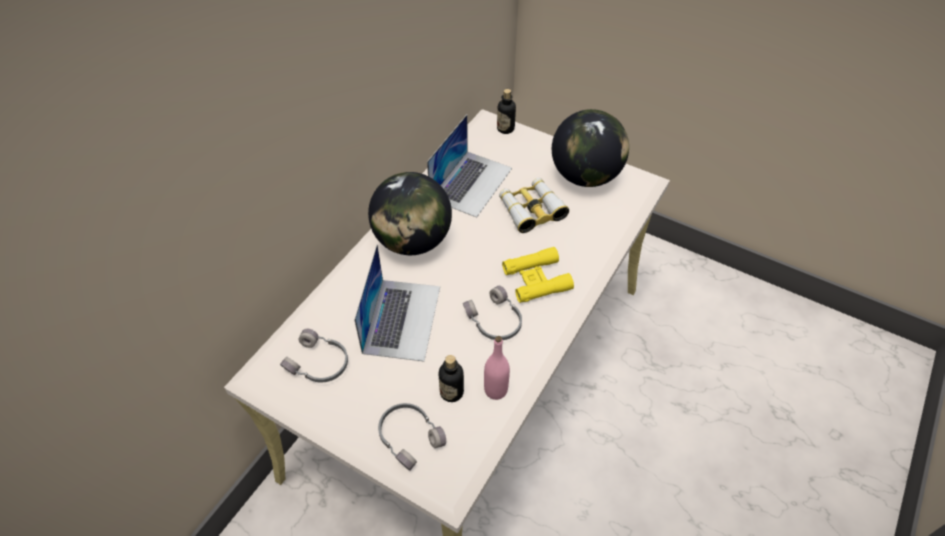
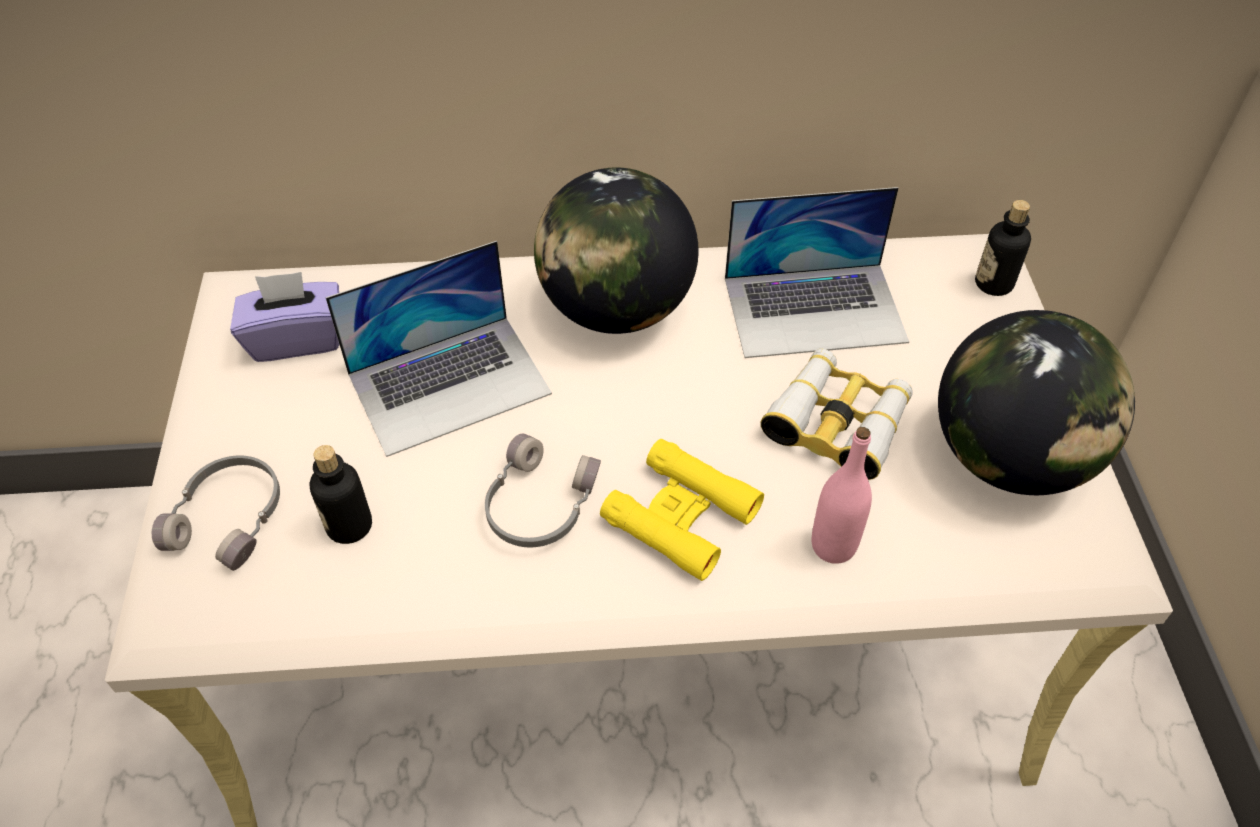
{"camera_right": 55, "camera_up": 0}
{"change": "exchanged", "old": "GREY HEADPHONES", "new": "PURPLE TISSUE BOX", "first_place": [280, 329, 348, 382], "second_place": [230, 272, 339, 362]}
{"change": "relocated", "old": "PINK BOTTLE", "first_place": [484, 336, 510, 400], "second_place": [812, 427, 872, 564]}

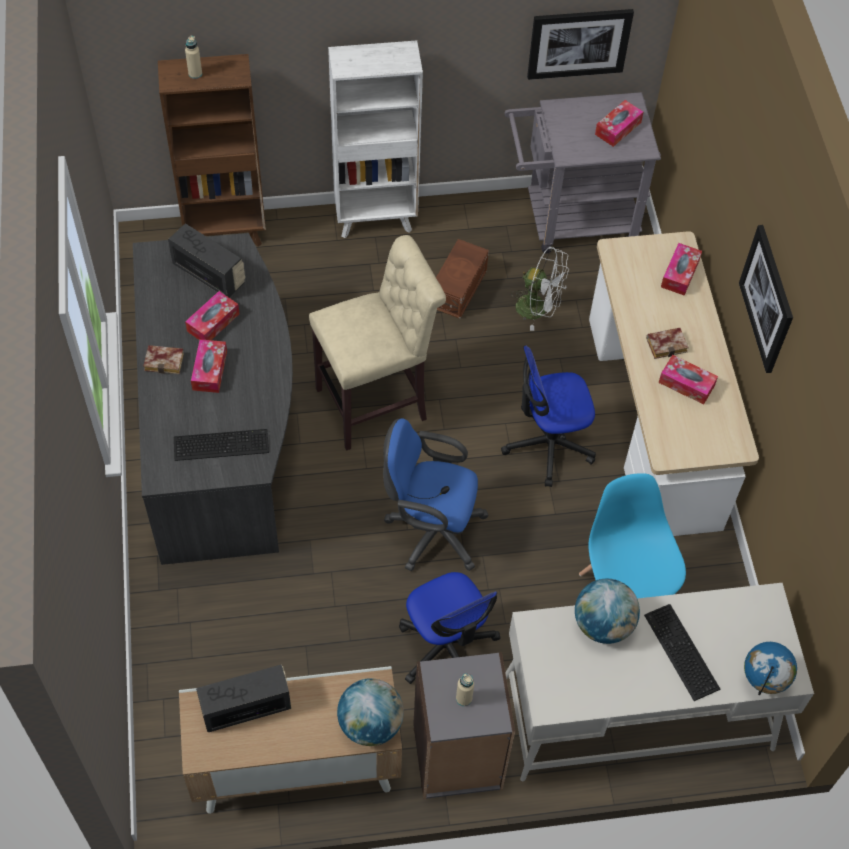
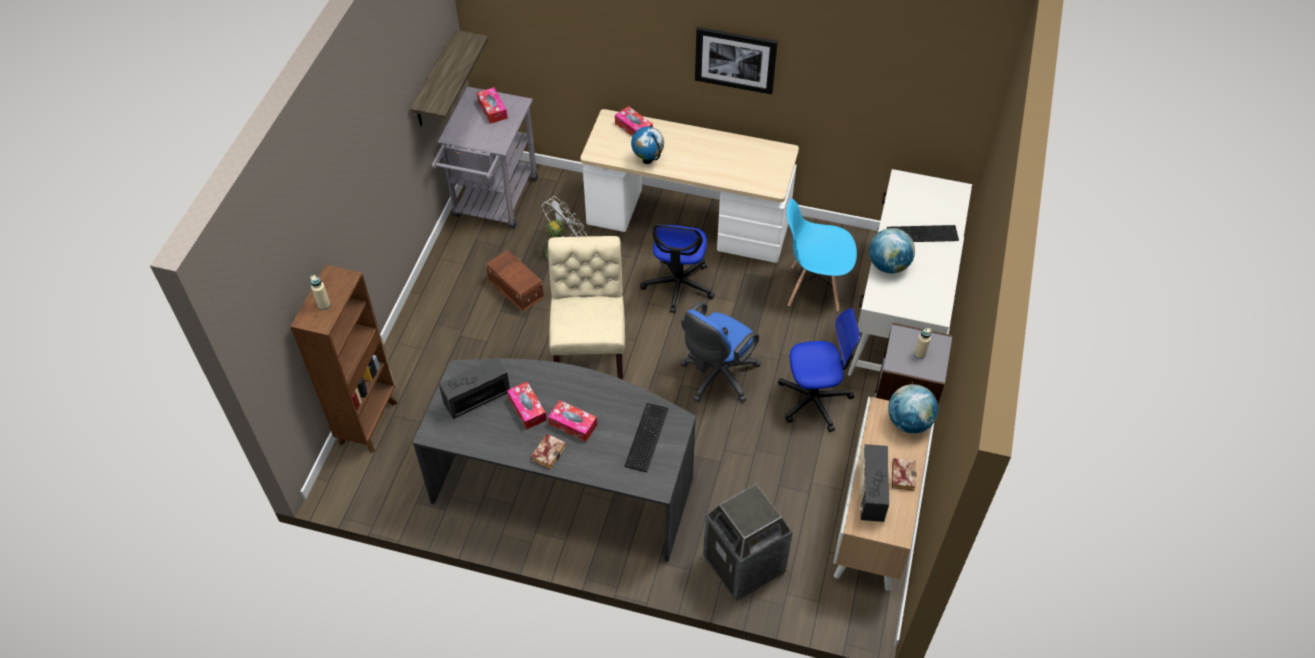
{"camera_right": -65, "camera_up": -5}
{"change": "exchanged", "old": "PICTURE", "new": "SHELF", "first_place": [527, 9, 634, 80], "second_place": [410, 30, 489, 126]}
{"change": "relocated", "old": "GLOBE", "first_place": [744, 642, 797, 695], "second_place": [631, 126, 664, 164]}
{"change": "appeared", "new": "TRASH CAN", "second_place": [703, 484, 793, 601]}
{"change": "relocated", "old": "BOOK", "first_place": [646, 328, 689, 359], "second_place": [892, 458, 917, 491]}
{"change": "missing", "old": "WHITE BOOKCASE", "first_place": [328, 40, 423, 238]}
{"change": "missing", "old": "TISSUE BOX", "first_place": [658, 355, 718, 404]}

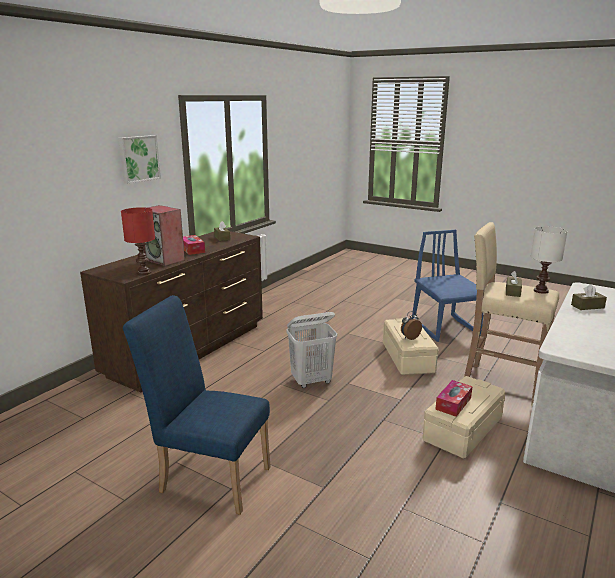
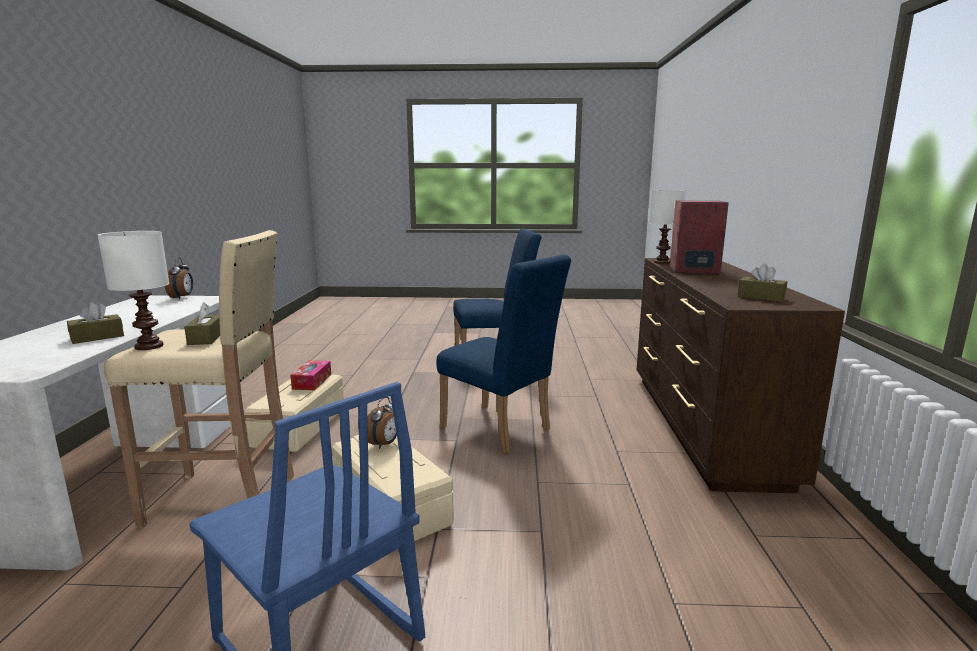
{"camera_right": 150, "camera_up": -5}
{"change": "appeared", "new": "ALARM CLOCK", "second_place": [165, 257, 193, 299]}
{"change": "exchanged", "old": "WHITE LAUNDRY BASKET", "new": "BLUE CHAIR", "first_place": [286, 312, 337, 388], "second_place": [437, 255, 571, 454]}
{"change": "colour", "old": "RED TABLE LAMP", "new": "WHITE TABLE LAMP", "first_place": [121, 207, 155, 275], "second_place": [649, 190, 686, 264]}
{"change": "missing", "old": "PICTURE", "first_place": [119, 135, 161, 184]}
{"change": "missing", "old": "TISSUE BOX", "first_place": [183, 235, 205, 255]}

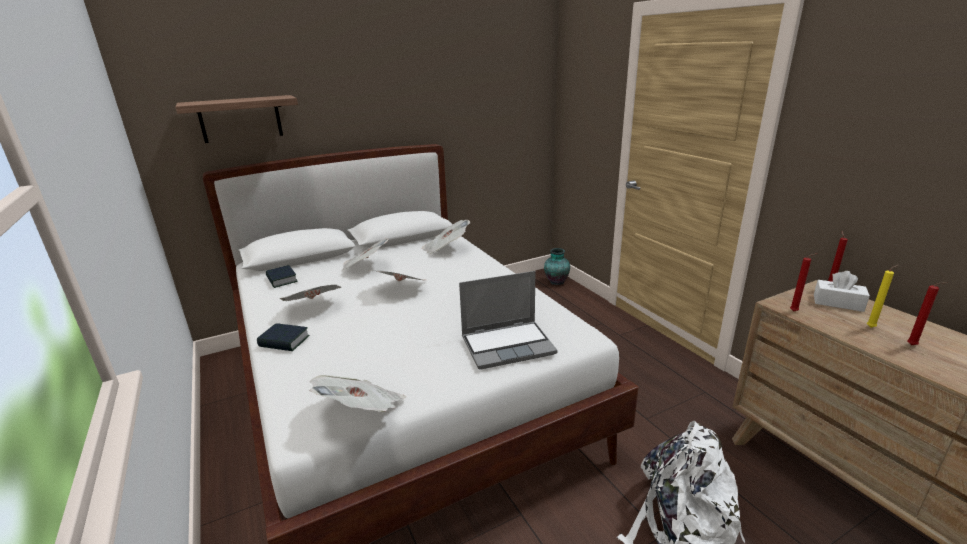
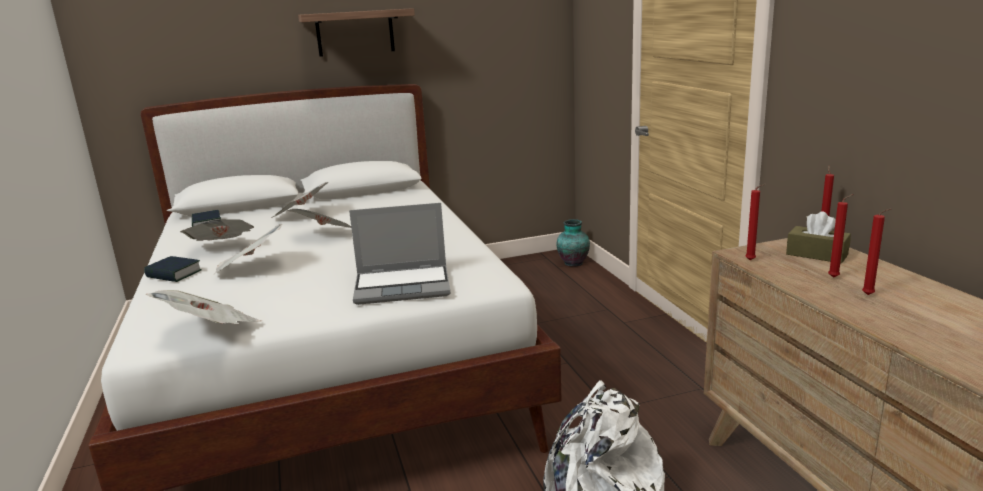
{"camera_right": 10, "camera_up": -5}
{"change": "relocated", "old": "NEWSPAPER", "first_place": [422, 220, 470, 254], "second_place": [215, 224, 282, 274]}
{"change": "relocated", "old": "SHELF", "first_place": [175, 95, 298, 143], "second_place": [298, 8, 415, 57]}
{"change": "colour", "old": "WHITE TISSUE BOX", "new": "BROWN TISSUE BOX", "first_place": [814, 271, 870, 312], "second_place": [786, 211, 851, 263]}
{"change": "colour", "old": "YELLOW CANDLE", "new": "RED CANDLE", "first_place": [867, 265, 898, 328], "second_place": [828, 194, 854, 278]}

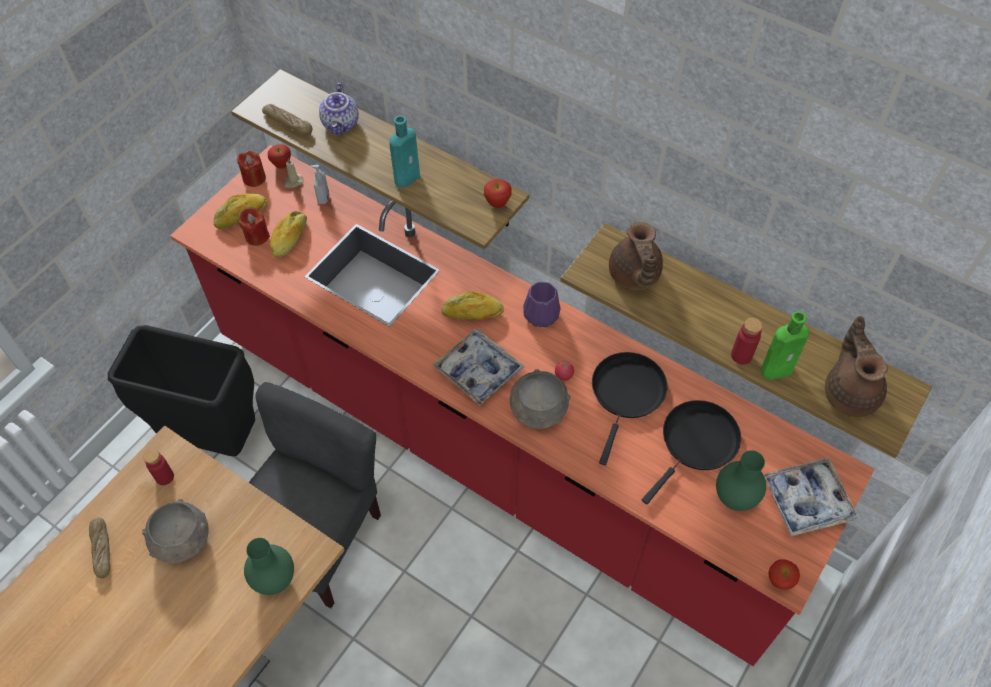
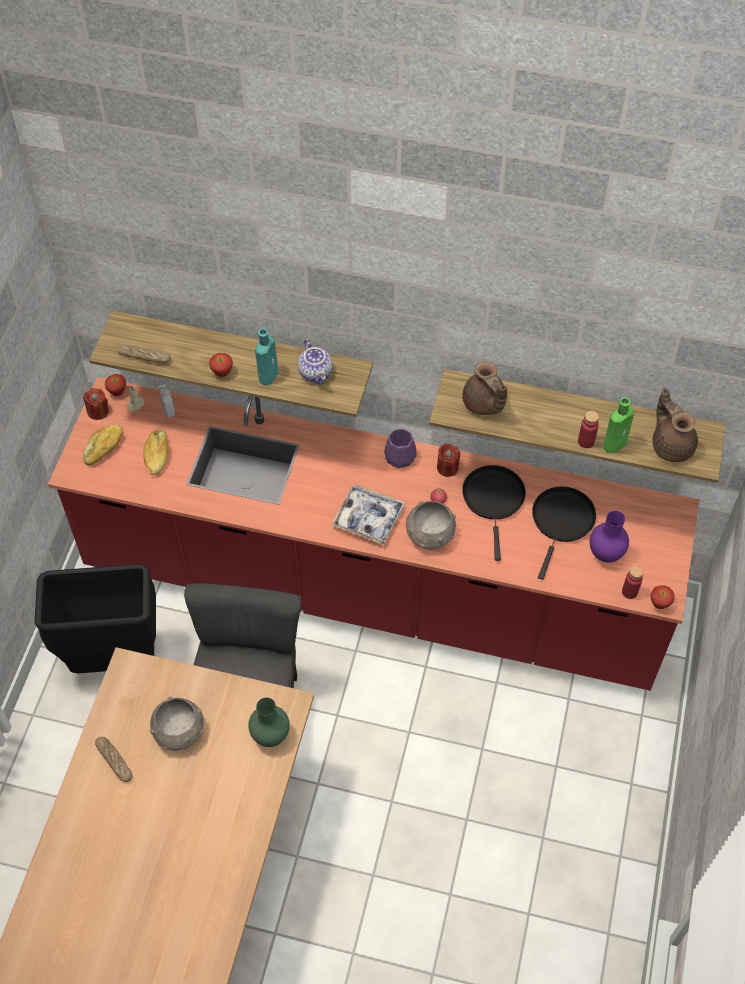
{"camera_right": -20, "camera_up": 0}
{"change": "relocated", "old": "APPLE", "first_place": [484, 179, 512, 208], "second_place": [209, 353, 233, 377]}
{"change": "relocated", "old": "TEAPOT", "first_place": [319, 83, 359, 135], "second_place": [298, 339, 333, 385]}
{"change": "relocated", "old": "RED CANDLE", "first_place": [238, 207, 270, 246], "second_place": [437, 443, 460, 477]}
{"change": "colour", "old": "GREEN VASE", "new": "PURPLE VASE", "first_place": [716, 450, 766, 511], "second_place": [590, 511, 629, 563]}
{"change": "relocated", "old": "RED BOTTLE", "first_place": [143, 449, 174, 485], "second_place": [622, 566, 643, 599]}
{"change": "missing", "old": "BREAD", "first_place": [442, 291, 504, 320]}
{"change": "missing", "old": "TRAY", "first_place": [763, 458, 858, 536]}

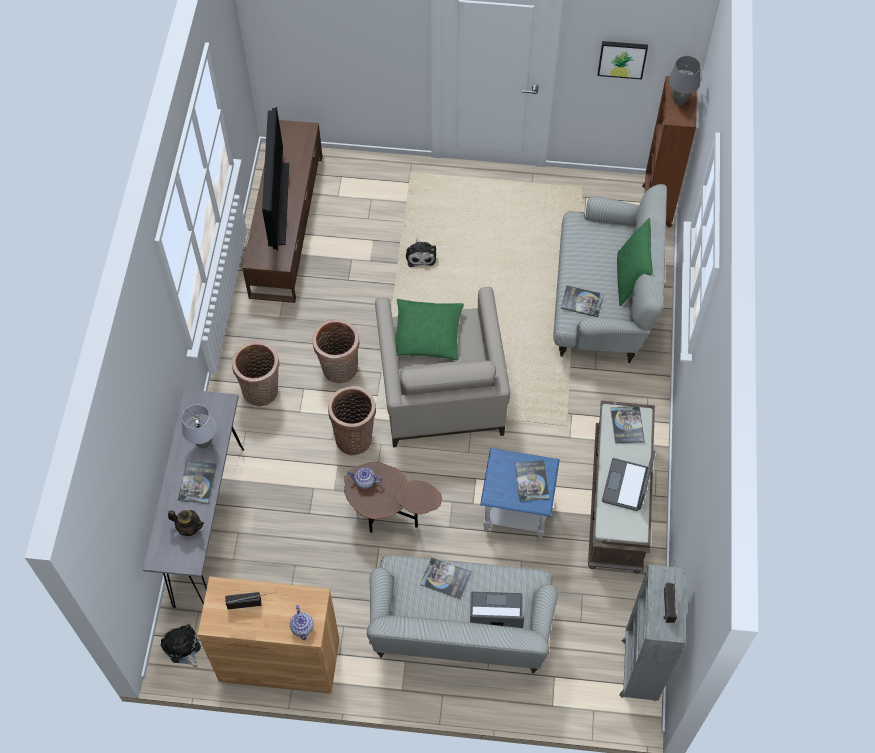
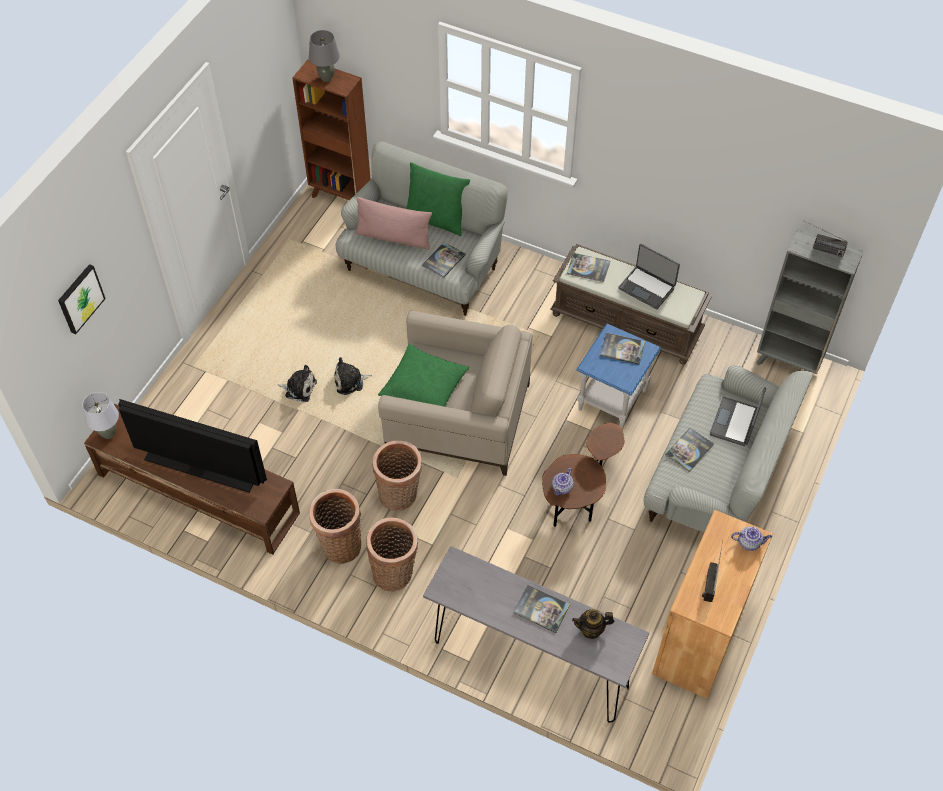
{"camera_right": -70, "camera_up": -5}
{"change": "relocated", "old": "PICTURE", "first_place": [598, 41, 648, 80], "second_place": [58, 264, 106, 334]}
{"change": "relocated", "old": "GREY TABLE LAMP", "first_place": [182, 404, 217, 448], "second_place": [82, 392, 119, 439]}
{"change": "relocated", "old": "BASKET", "first_place": [328, 386, 376, 455], "second_place": [309, 489, 361, 564]}
{"change": "relocated", "old": "PLUSH TOY", "first_place": [160, 624, 201, 667], "second_place": [334, 357, 372, 395]}
{"change": "appeared", "new": "PINK PILLOW", "second_place": [355, 197, 432, 250]}
{"change": "spun", "old": "TEAPOT", "first_place": [168, 510, 204, 536], "second_place": [572, 609, 615, 639], "degrees": -135}

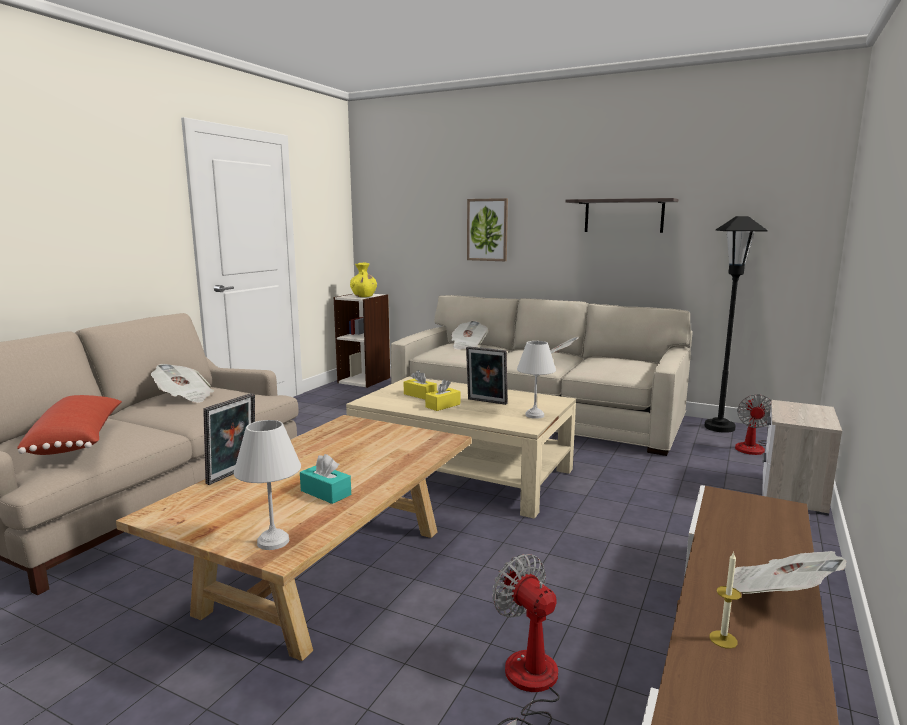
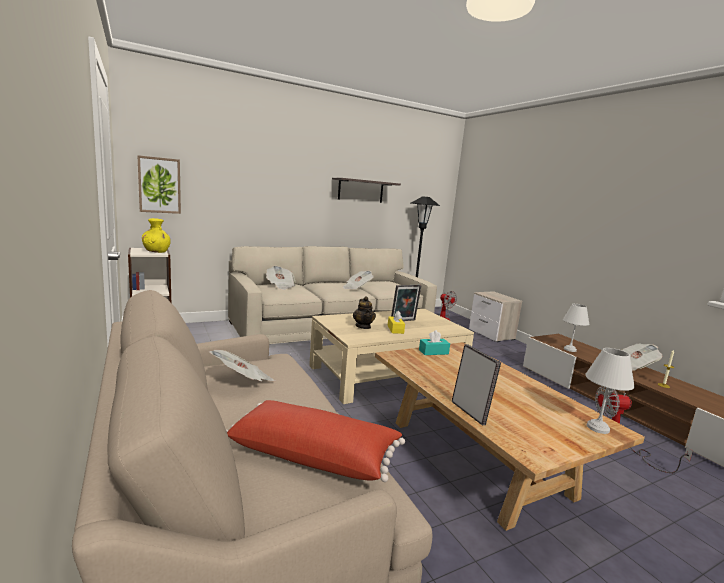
{"camera_right": -55, "camera_up": 0}
{"change": "relocated", "old": "PICTURE", "first_place": [467, 198, 508, 261], "second_place": [137, 155, 181, 214]}
{"change": "exchanged", "old": "YELLOW TISSUE BOX", "new": "TEAPOT", "first_place": [404, 370, 437, 399], "second_place": [353, 296, 376, 329]}
{"change": "relocated", "old": "TURQUOISE TISSUE BOX", "first_place": [300, 454, 351, 504], "second_place": [419, 330, 450, 355]}
{"change": "relocated", "old": "WHITE TABLE LAMP", "first_place": [517, 341, 556, 419], "second_place": [563, 304, 589, 352]}

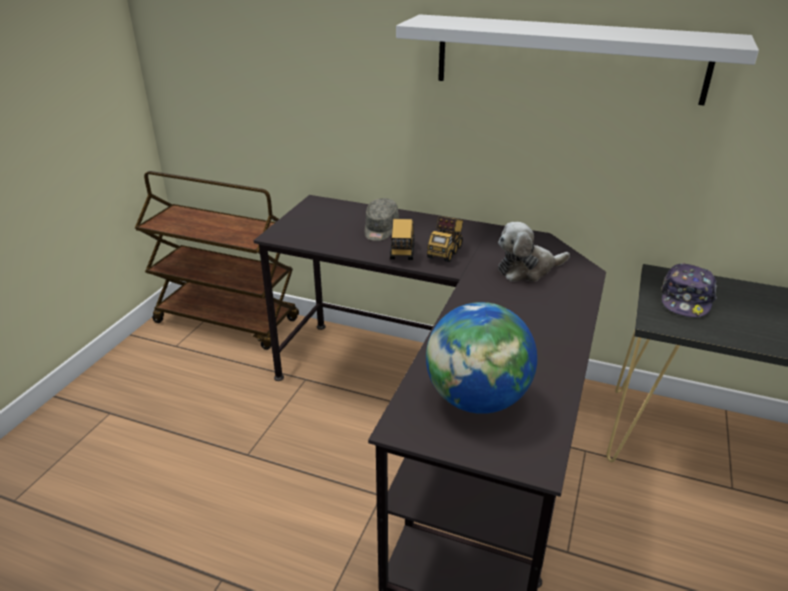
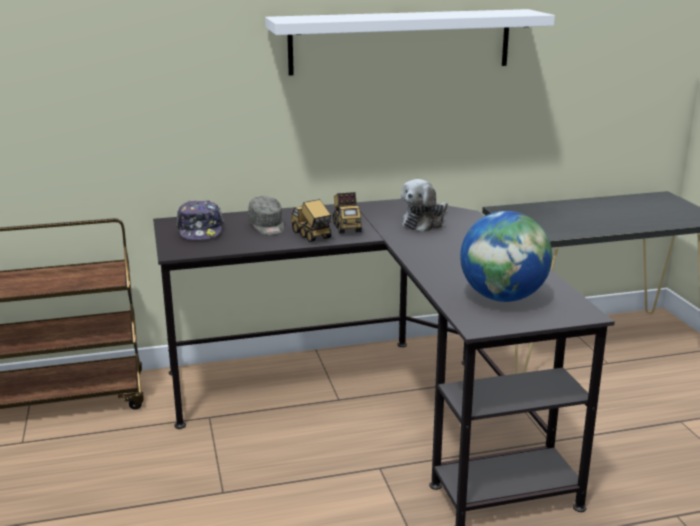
{"camera_right": -35, "camera_up": -10}
{"change": "relocated", "old": "CAP", "first_place": [661, 263, 717, 317], "second_place": [176, 200, 224, 240]}

